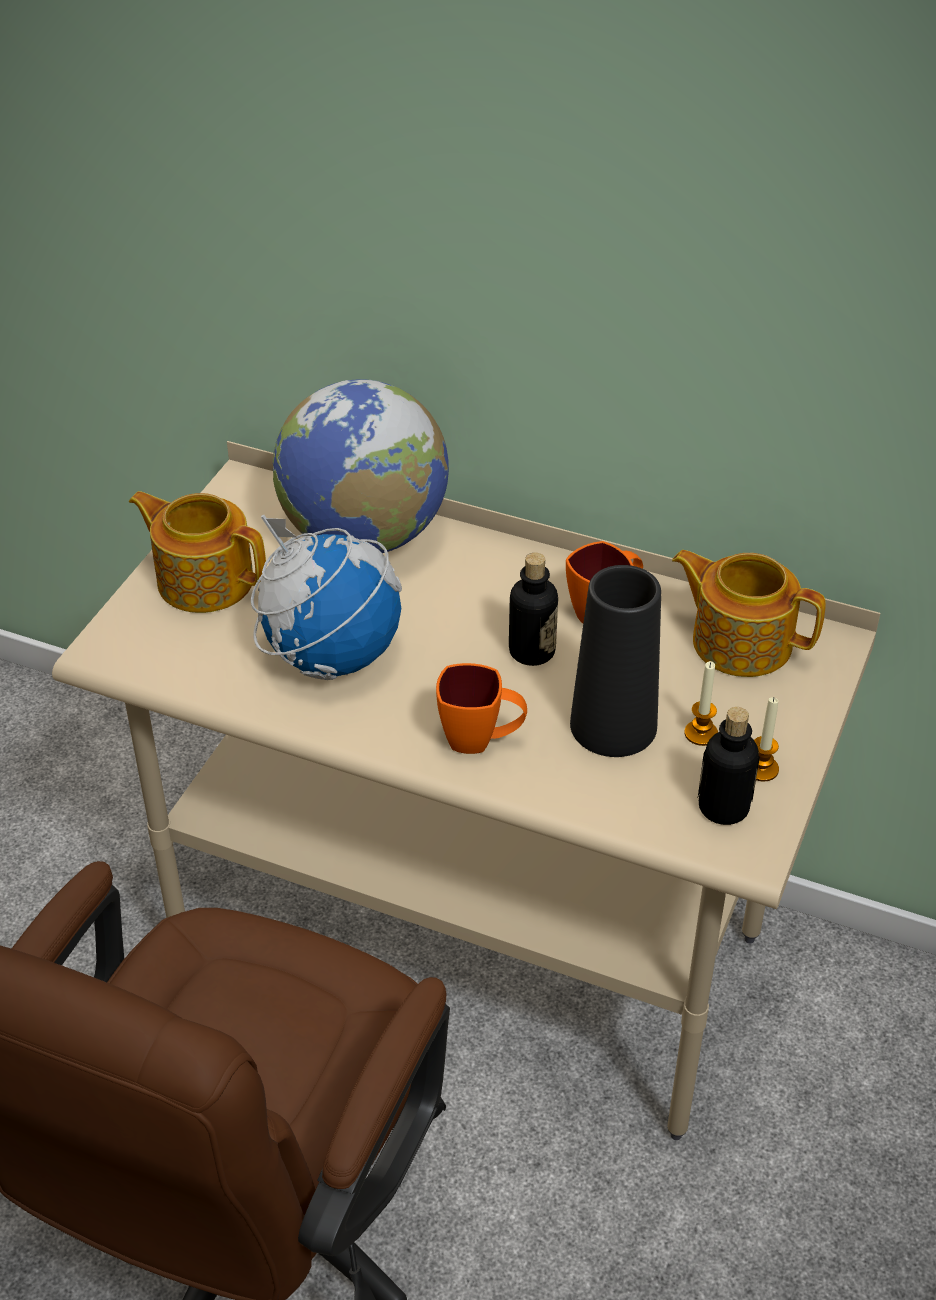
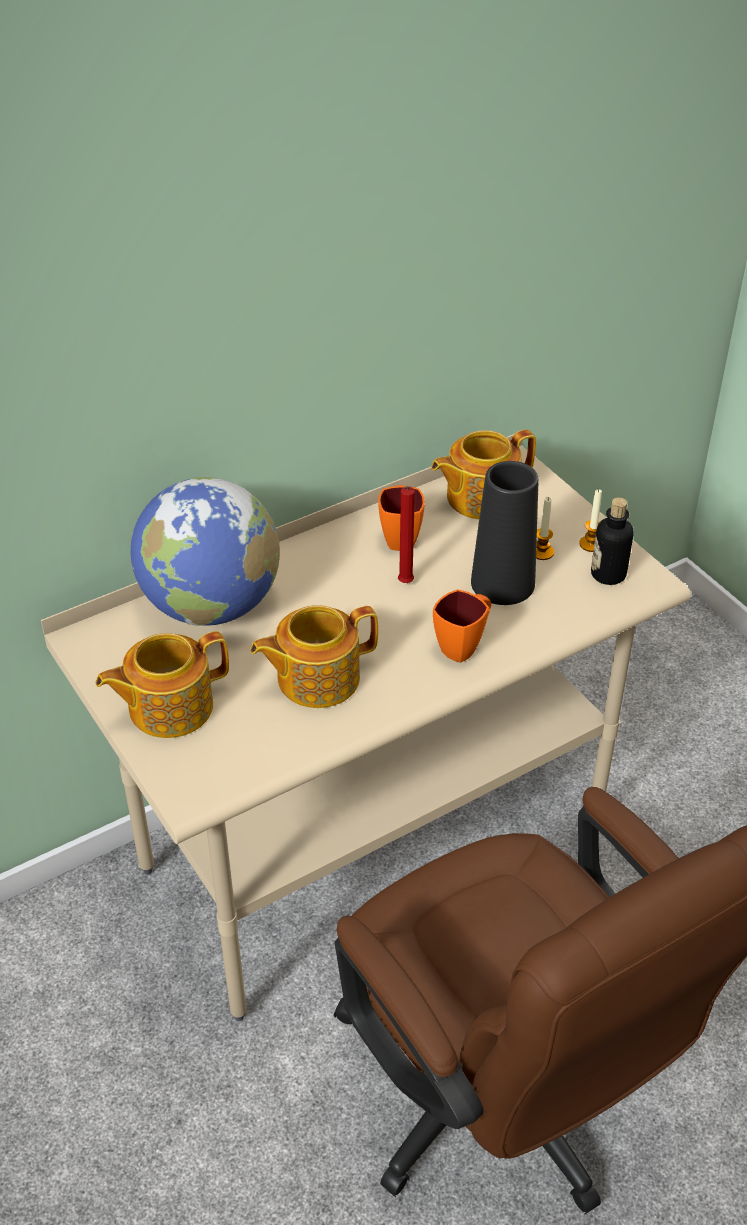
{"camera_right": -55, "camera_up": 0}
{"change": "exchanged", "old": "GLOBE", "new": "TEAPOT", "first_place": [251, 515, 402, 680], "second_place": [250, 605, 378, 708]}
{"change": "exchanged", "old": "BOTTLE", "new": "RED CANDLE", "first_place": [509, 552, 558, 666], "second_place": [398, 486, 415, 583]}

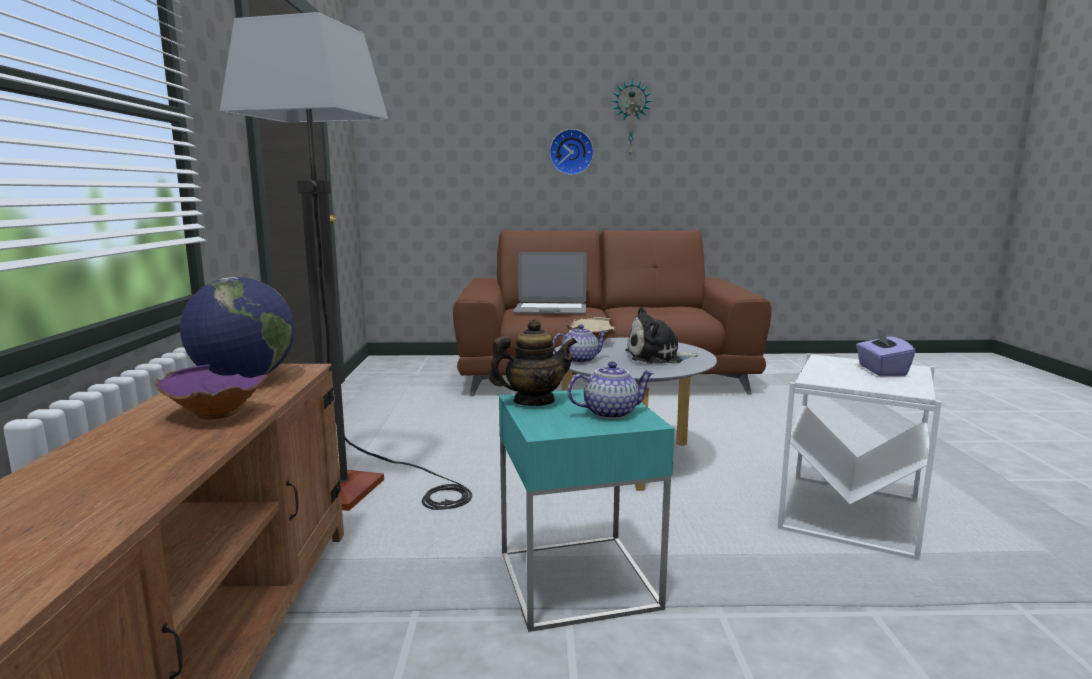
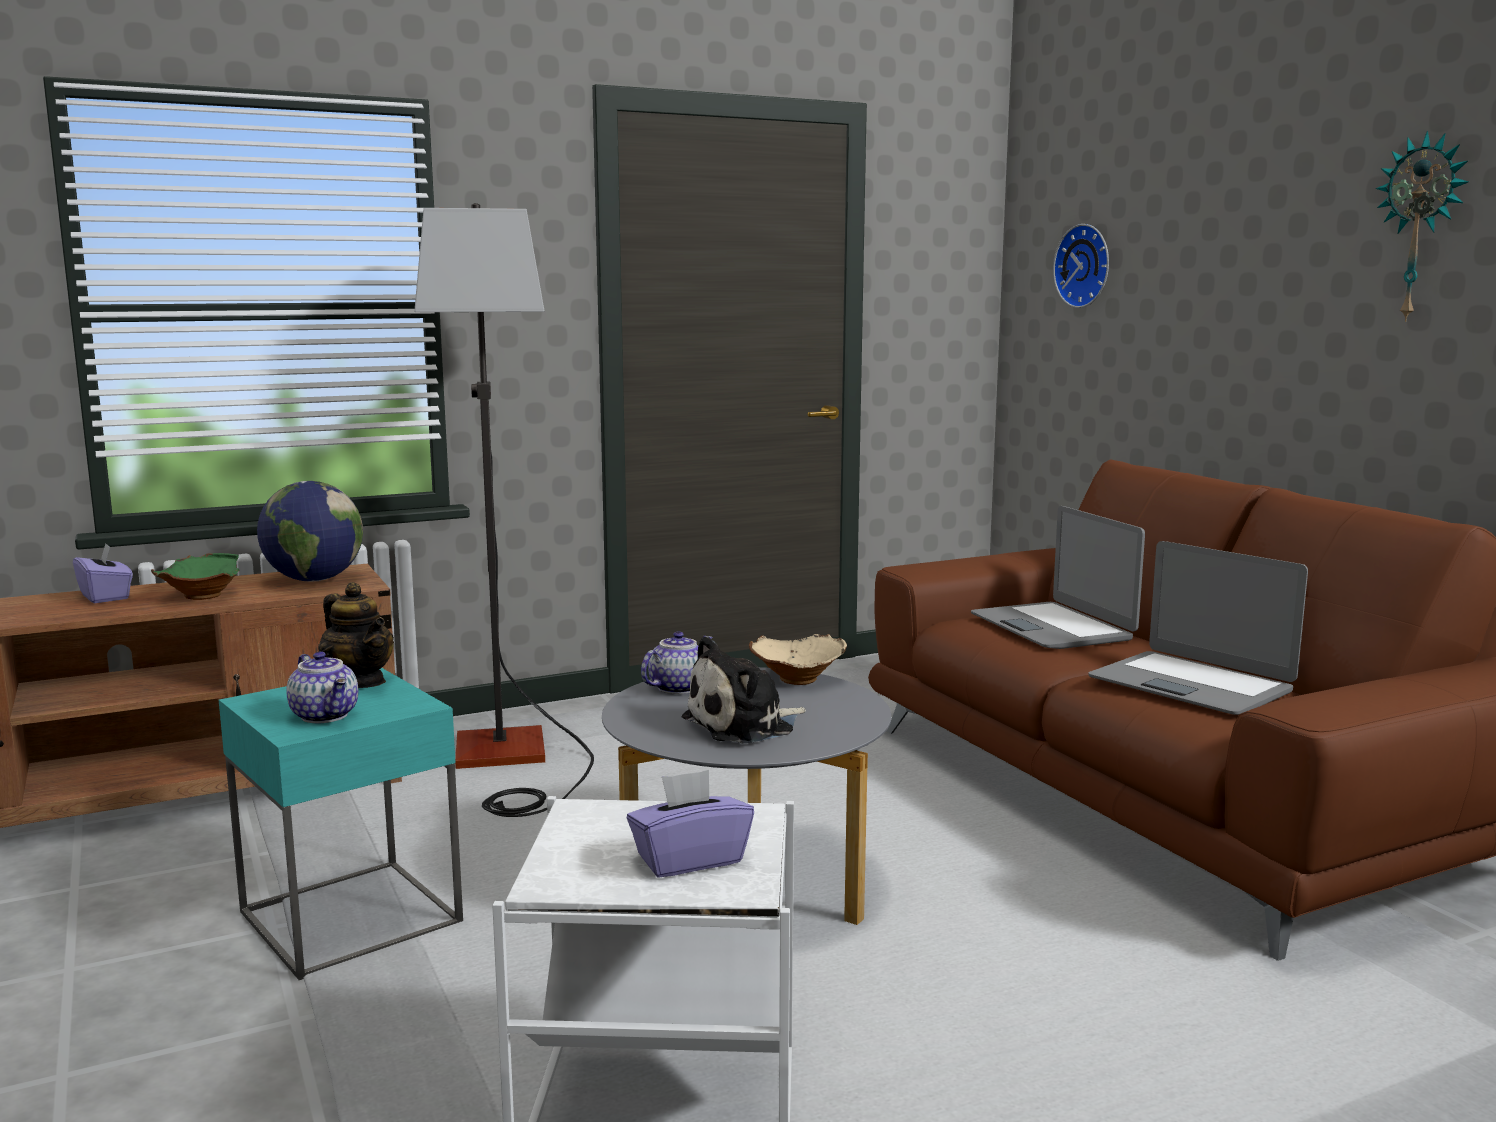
{"camera_right": 65, "camera_up": 0}
{"change": "appeared", "new": "PURPLE TISSUE BOX", "second_place": [73, 544, 133, 603]}
{"change": "colour", "old": "PURPLE BOWL", "new": "GREEN BOWL", "first_place": [154, 364, 269, 420], "second_place": [151, 553, 239, 600]}
{"change": "spun", "old": "TEAPOT", "first_place": [553, 324, 607, 363], "second_place": [641, 631, 713, 694], "degrees": -90}
{"change": "spun", "old": "PLUSH TOY", "first_place": [625, 307, 699, 364], "second_place": [682, 636, 806, 743], "degrees": -90}
{"change": "relocated", "old": "WALL CLOCK", "first_place": [549, 129, 594, 175], "second_place": [1053, 224, 1109, 308]}
{"change": "appeared", "new": "LAPTOP", "second_place": [1088, 541, 1308, 715]}

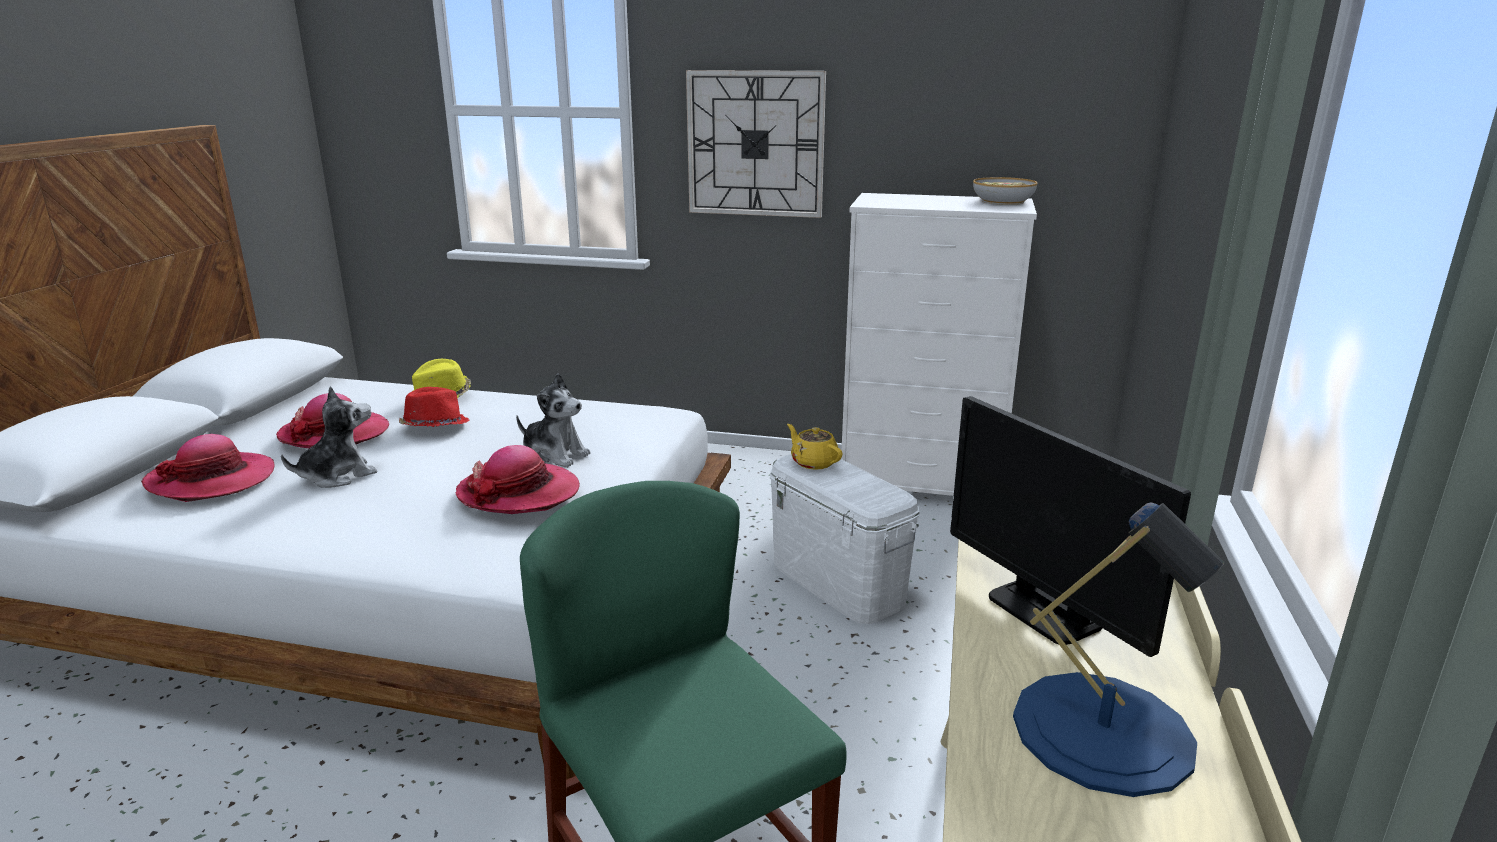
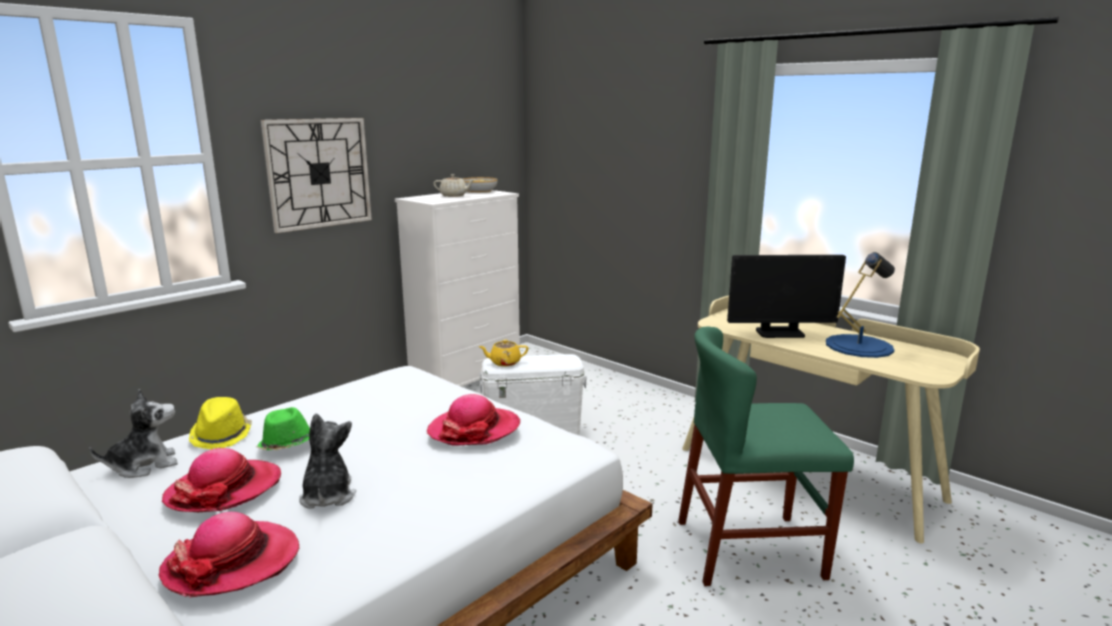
{"camera_right": -60, "camera_up": -5}
{"change": "relocated", "old": "PLUSH TOY", "first_place": [516, 373, 591, 468], "second_place": [89, 389, 178, 478]}
{"change": "colour", "old": "RED HAT", "new": "GREEN HAT", "first_place": [399, 387, 470, 427], "second_place": [256, 407, 310, 450]}
{"change": "appeared", "new": "BEIGE TEAPOT", "second_place": [433, 174, 475, 197]}

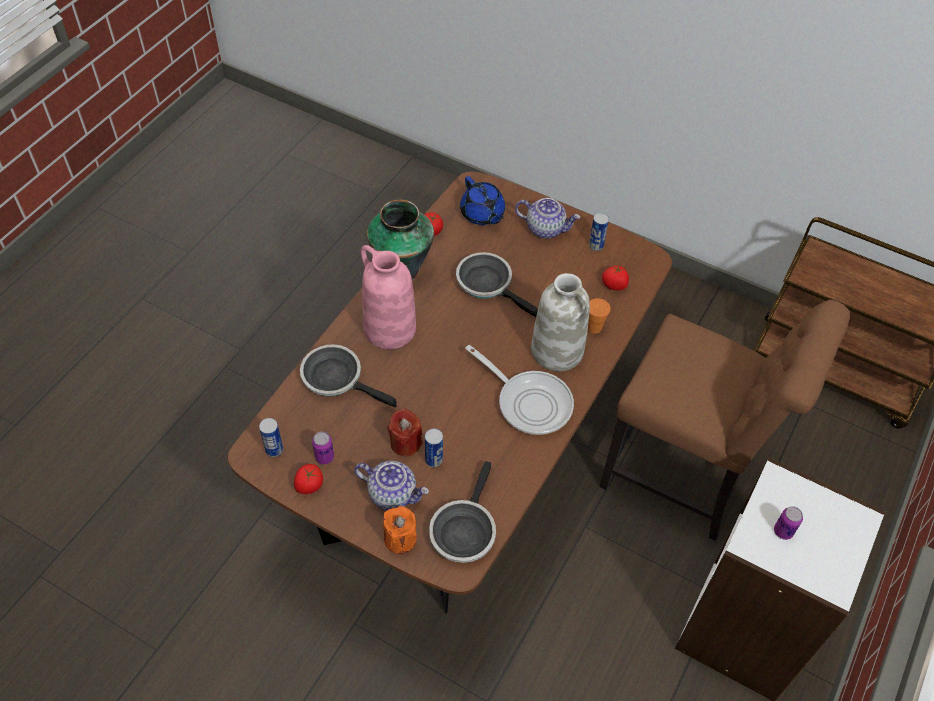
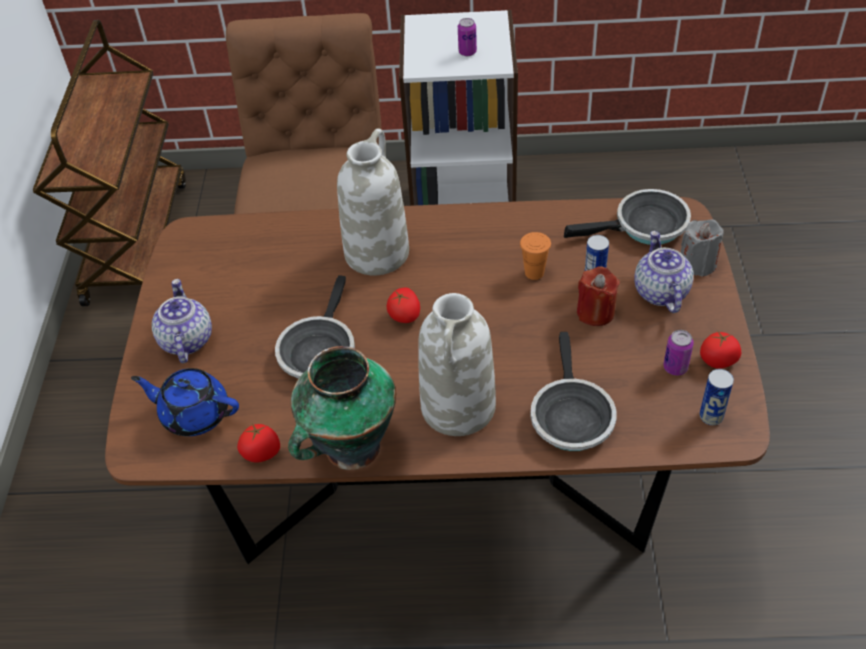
{"camera_right": -115, "camera_up": -5}
{"change": "spun", "old": "BLUE TEAPOT", "first_place": [460, 176, 505, 225], "second_place": [131, 368, 239, 436], "degrees": -105}
{"change": "relocated", "old": "TOMATO", "first_place": [602, 264, 629, 291], "second_place": [387, 288, 420, 323]}
{"change": "colour", "old": "PINK VASE", "new": "WHITE VASE", "first_place": [361, 245, 416, 349], "second_place": [418, 293, 496, 436]}
{"change": "relocated", "old": "ORANGE CUP", "first_place": [588, 298, 611, 334], "second_place": [520, 232, 551, 280]}
{"change": "colour", "old": "ORANGE CANDLE", "new": "GREY CANDLE", "first_place": [383, 506, 417, 554], "second_place": [681, 220, 724, 277]}
{"change": "missing", "old": "FRYING PAN", "first_place": [465, 345, 574, 435]}
{"change": "missing", "old": "CAN", "first_place": [589, 213, 609, 251]}

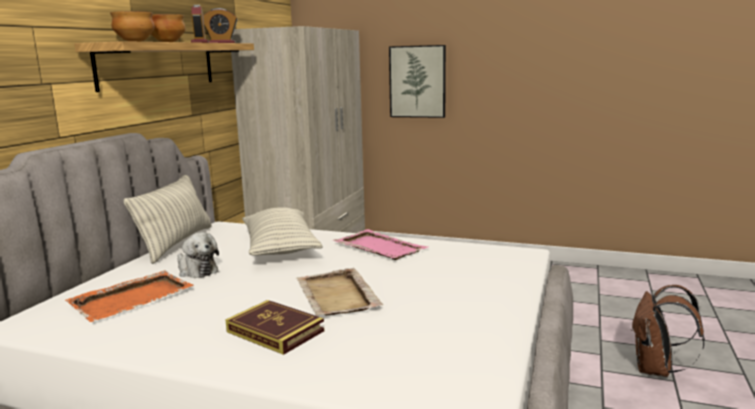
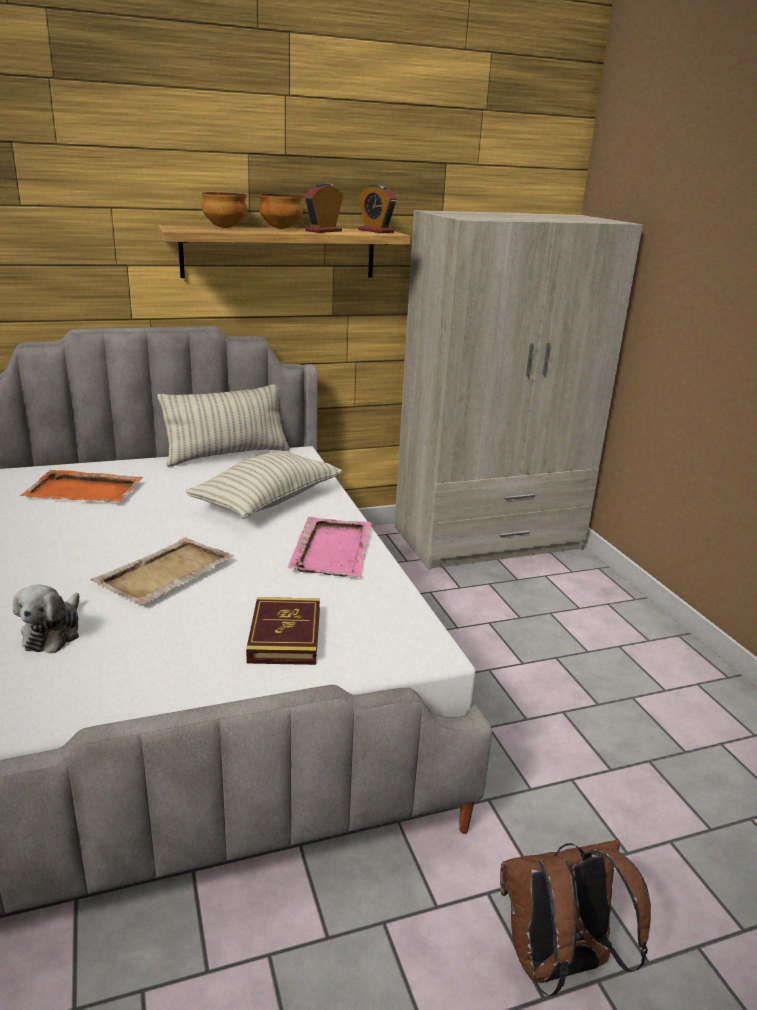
{"camera_right": 50, "camera_up": 10}
{"change": "relocated", "old": "PLUSH TOY", "first_place": [177, 232, 219, 278], "second_place": [13, 584, 79, 653]}
{"change": "relocated", "old": "BOOK", "first_place": [225, 300, 324, 355], "second_place": [246, 597, 320, 665]}
{"change": "missing", "old": "PICTURE", "first_place": [389, 45, 446, 118]}

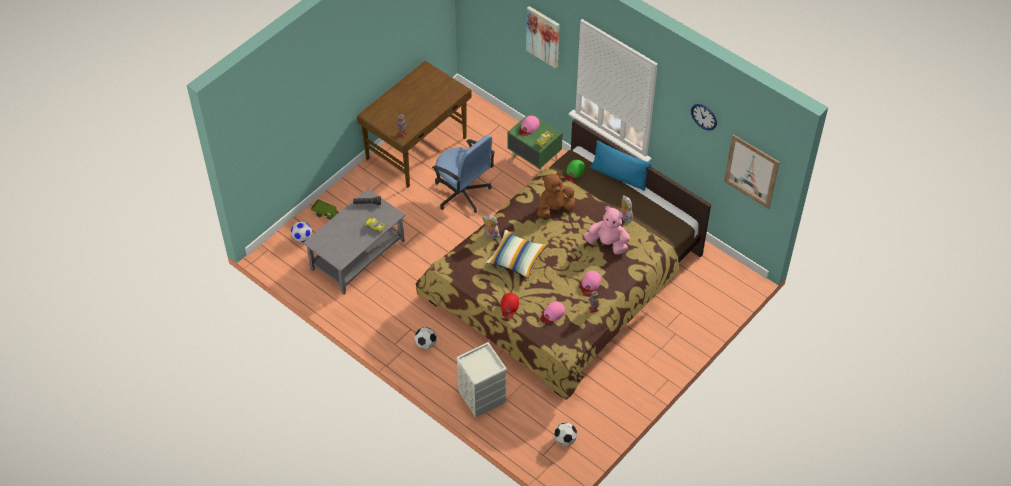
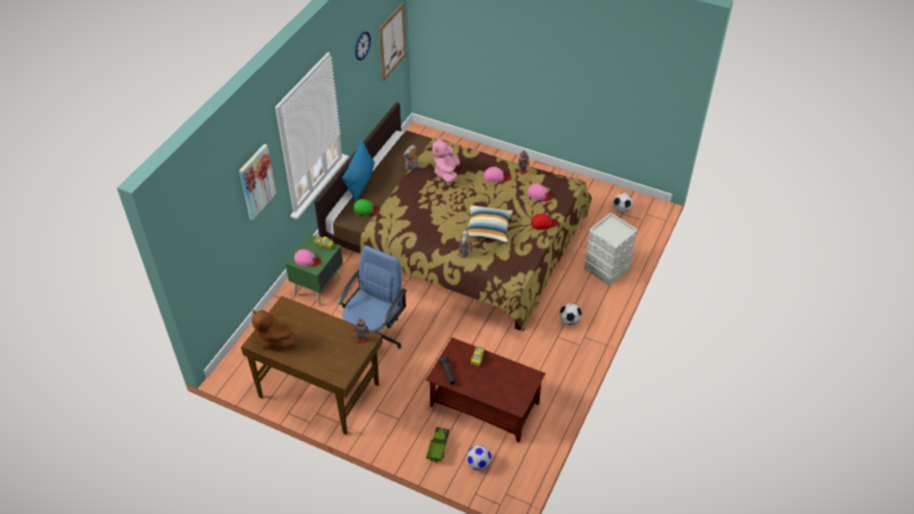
{"camera_right": -105, "camera_up": -5}
{"change": "relocated", "old": "BROWN PLUSH TOY", "first_place": [537, 173, 576, 218], "second_place": [252, 310, 296, 349]}
{"change": "colour", "old": "GREY COFFEE TABLE", "new": "BROWN COFFEE TABLE", "first_place": [303, 189, 405, 295], "second_place": [426, 338, 546, 443]}

